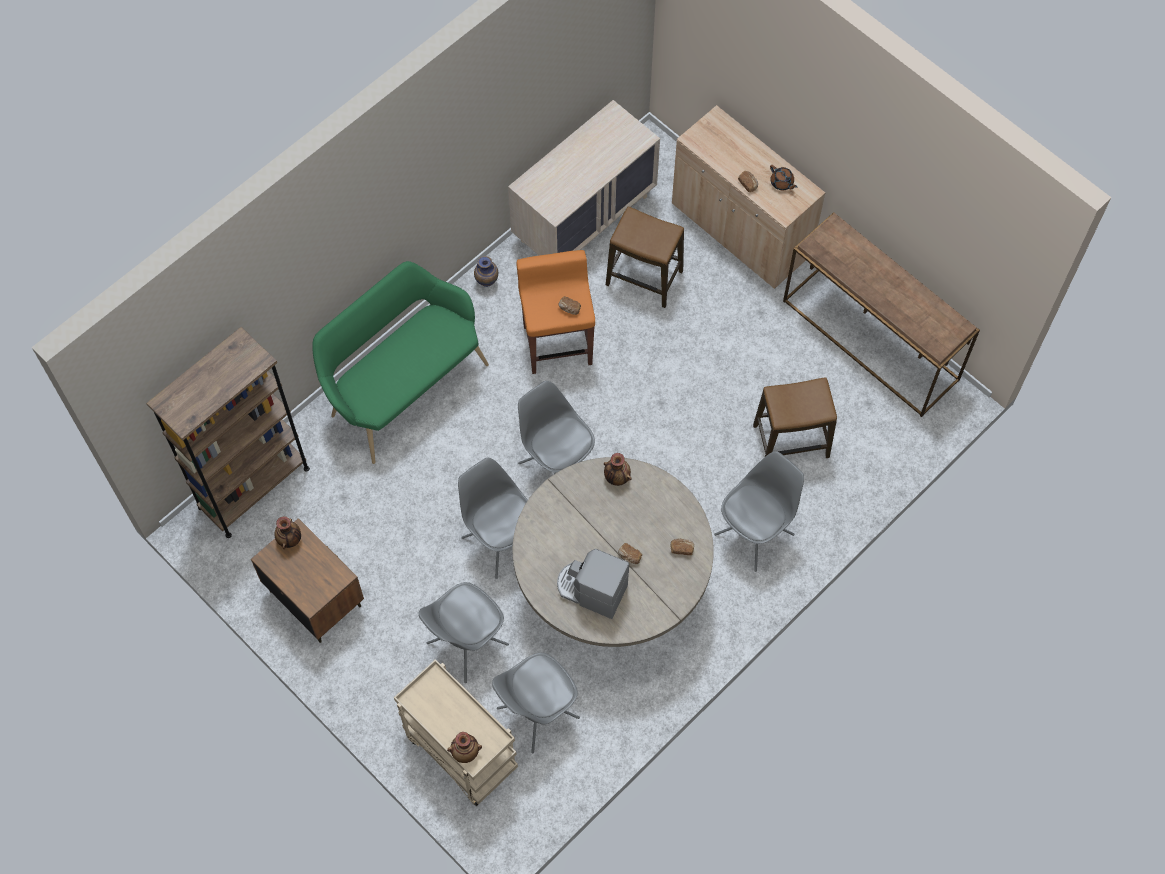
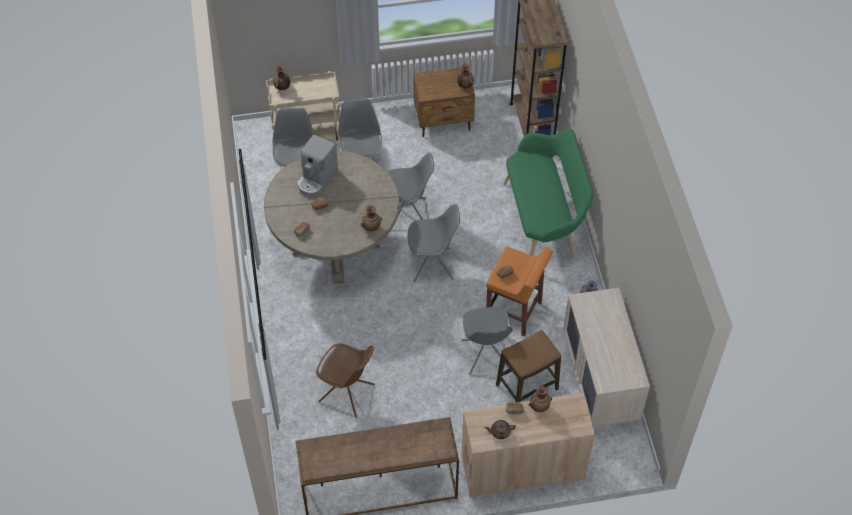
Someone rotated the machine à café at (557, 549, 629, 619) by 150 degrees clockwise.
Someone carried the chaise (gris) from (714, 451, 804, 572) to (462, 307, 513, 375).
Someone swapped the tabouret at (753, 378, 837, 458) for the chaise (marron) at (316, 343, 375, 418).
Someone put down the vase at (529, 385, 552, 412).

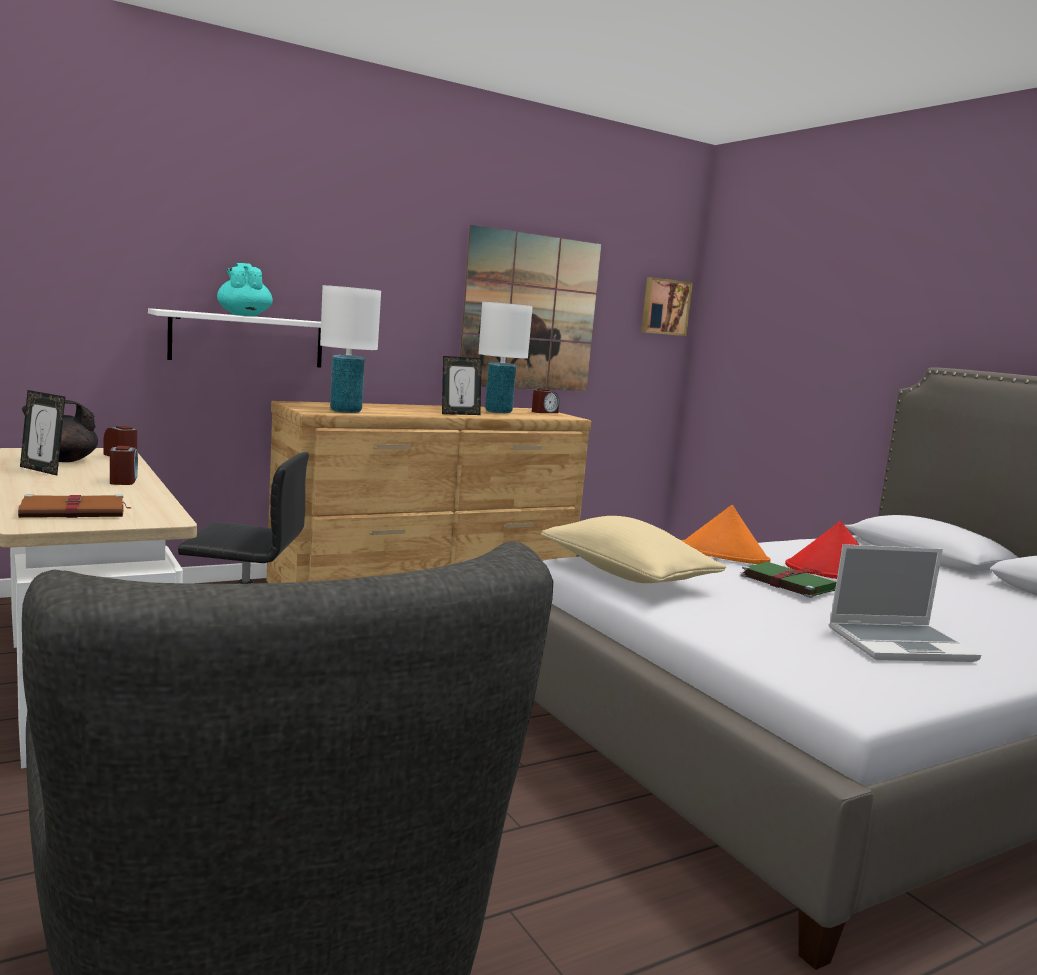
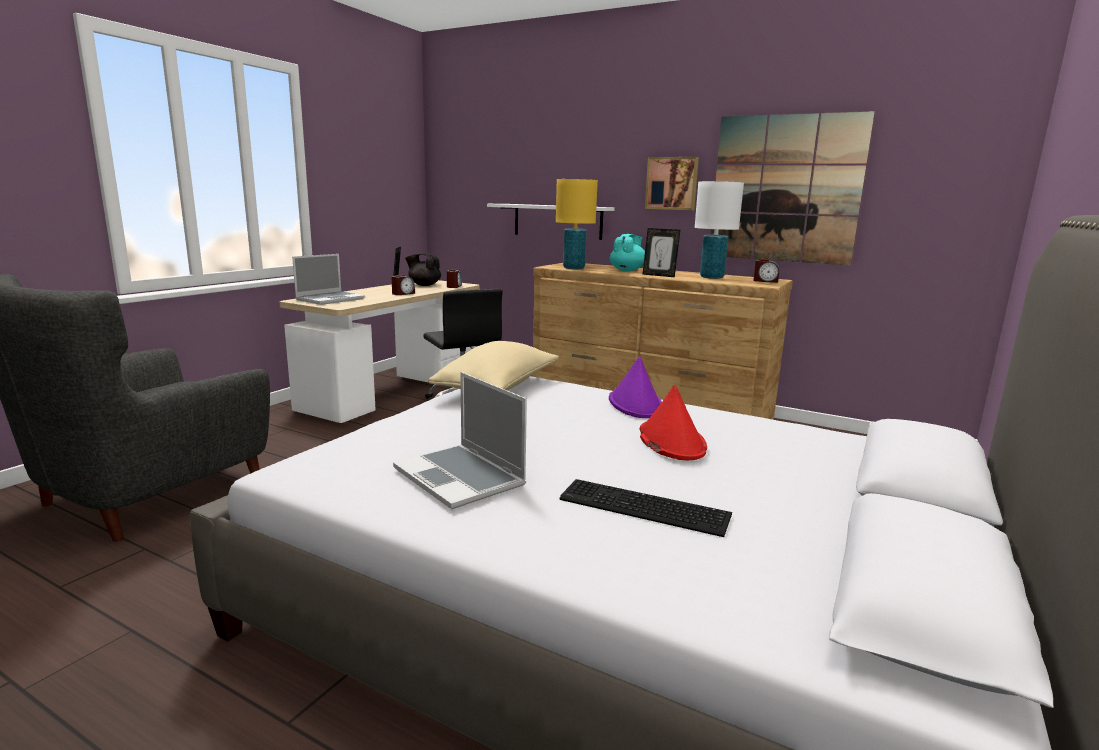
Someone swapped the livre (marron) at (18, 494, 133, 518) for the ordinateur portable at (292, 254, 365, 305).
Someone carried the théière (turquoise) from (217, 263, 273, 316) to (610, 234, 645, 271).
Someone repainted the lampe de table (blanc) at (320, 285, 381, 413), which became the lampe de table (jaune) at (556, 179, 598, 269).
Someone carried the tableau from (641, 277, 693, 336) to (645, 157, 699, 210).
Someone repainted the chapeau (orange) at (681, 505, 771, 564), which became the chapeau (violet) at (609, 356, 662, 418).
Someone took away the livre (vert) at (741, 562, 836, 598).
Someone put down the clavier at (560, 479, 732, 537).

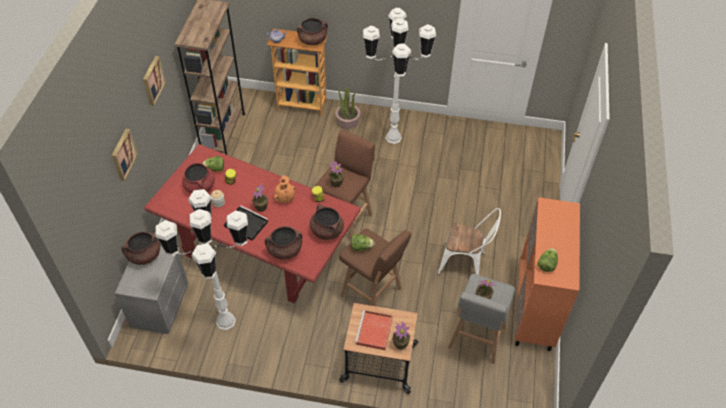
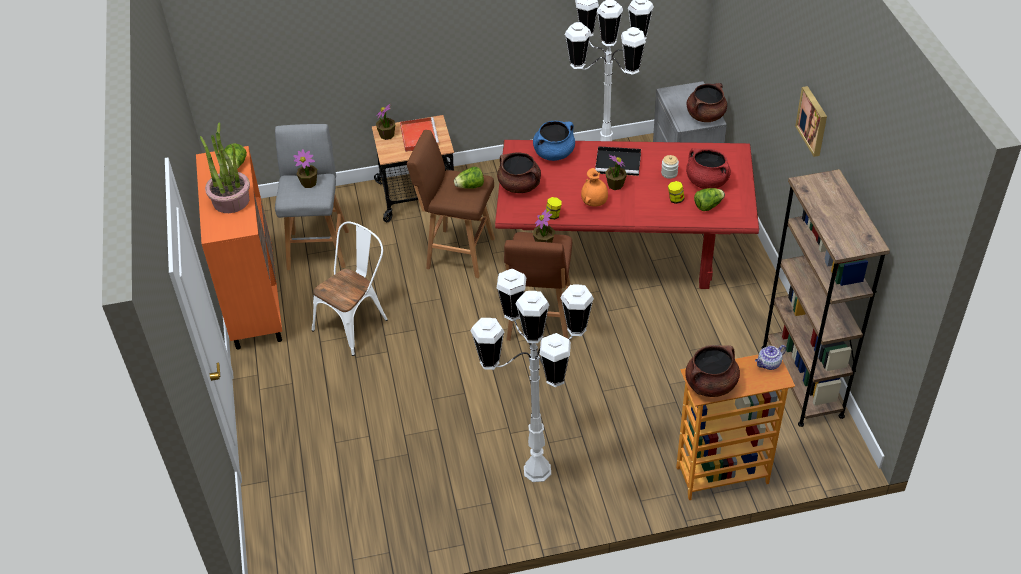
Someone took away the tableau at (111, 129, 138, 181).
Someone repainted the marmite (marron) at (264, 226, 302, 260), which became the marmite (bleu) at (533, 121, 575, 161).
Someone carried the plante en pot from (335, 87, 361, 129) to (200, 122, 250, 213).
Someone rotated the chaise (blanc) at (437, 208, 501, 275) by 135 degrees clockwise.

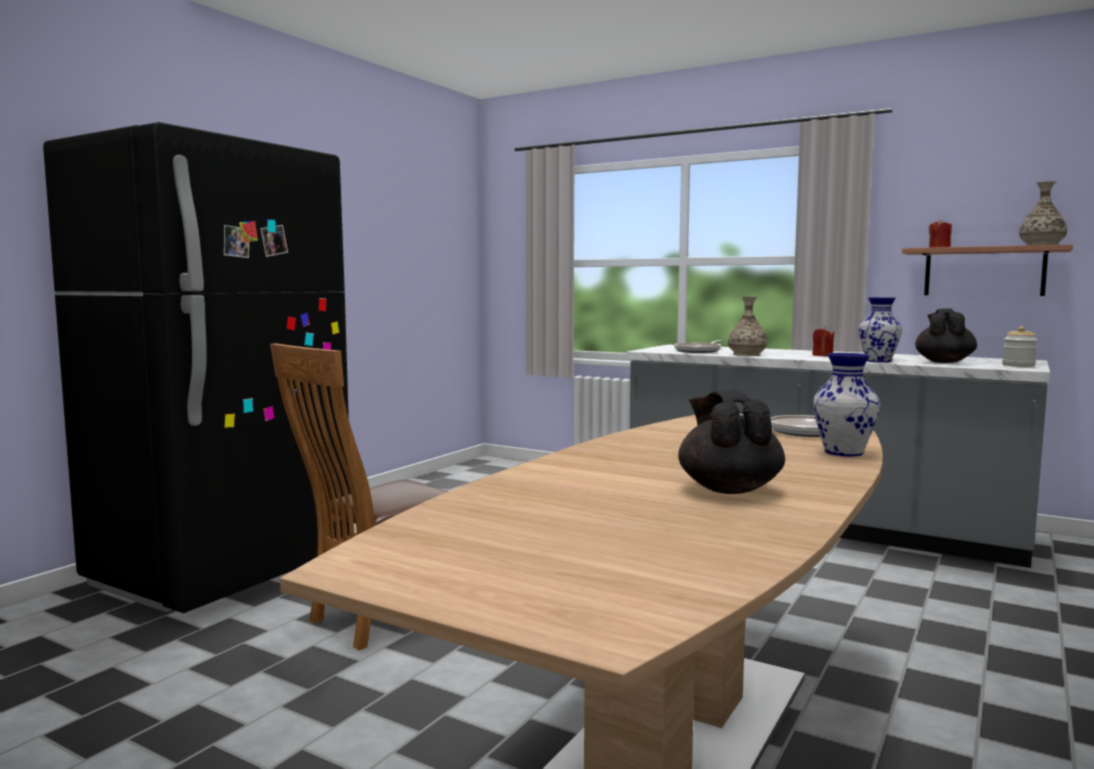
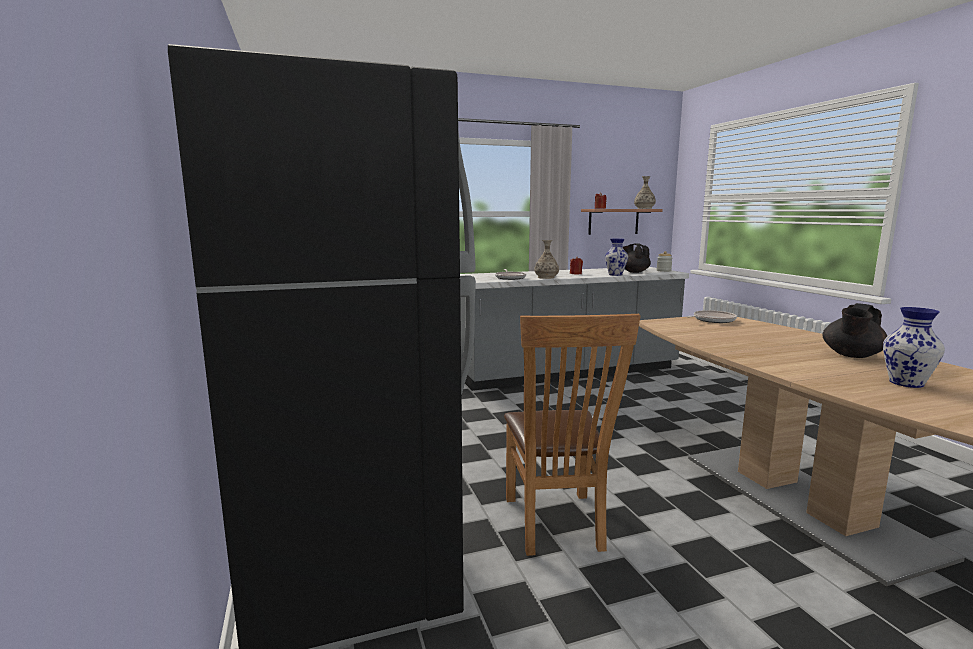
Someone rotated the théière (noir) at (678, 390, 785, 494) by 75 degrees counterclockwise.
Someone carried the vase from (813, 353, 880, 456) to (883, 307, 945, 388).

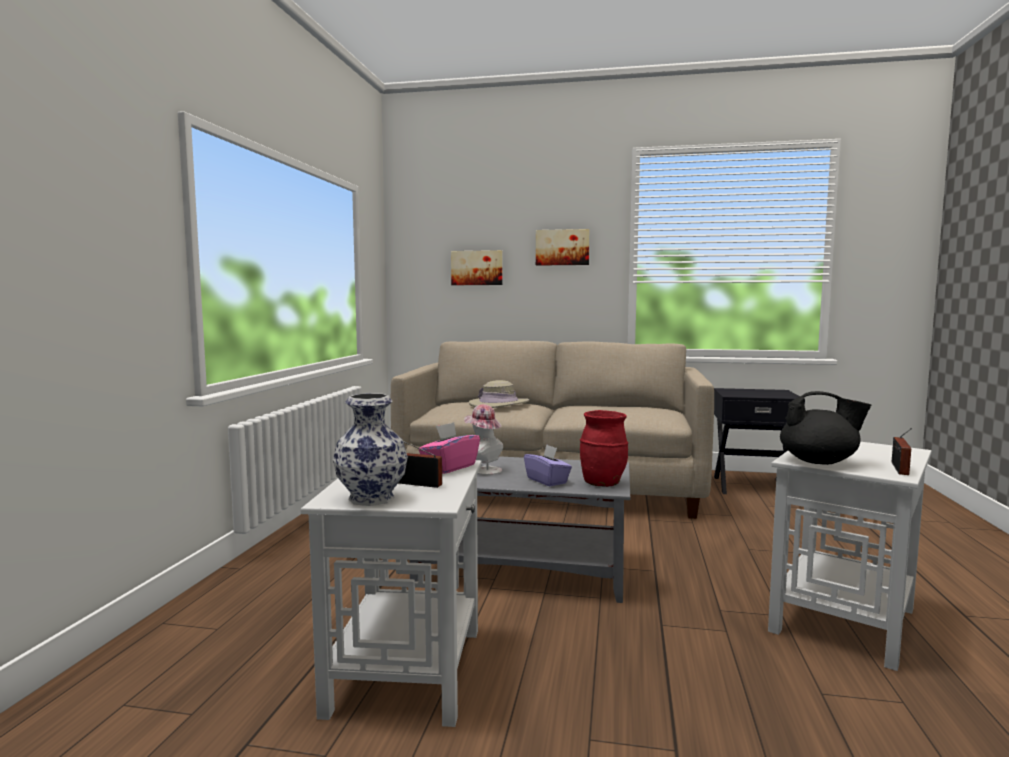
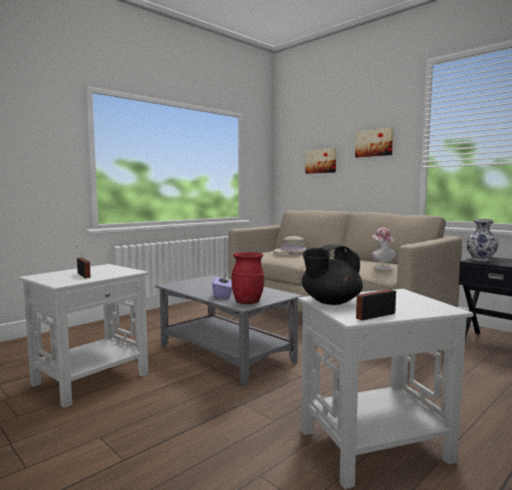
Someone carried the vase from (333, 393, 408, 506) to (466, 219, 499, 261).
Someone took away the boîte à mouchoirs (rose) at (418, 422, 480, 474).
Someone carried the chapeau from (464, 404, 503, 475) to (372, 228, 396, 270).
Someone rotated the théière (noir) at (780, 391, 871, 465) by 90 degrees clockwise.

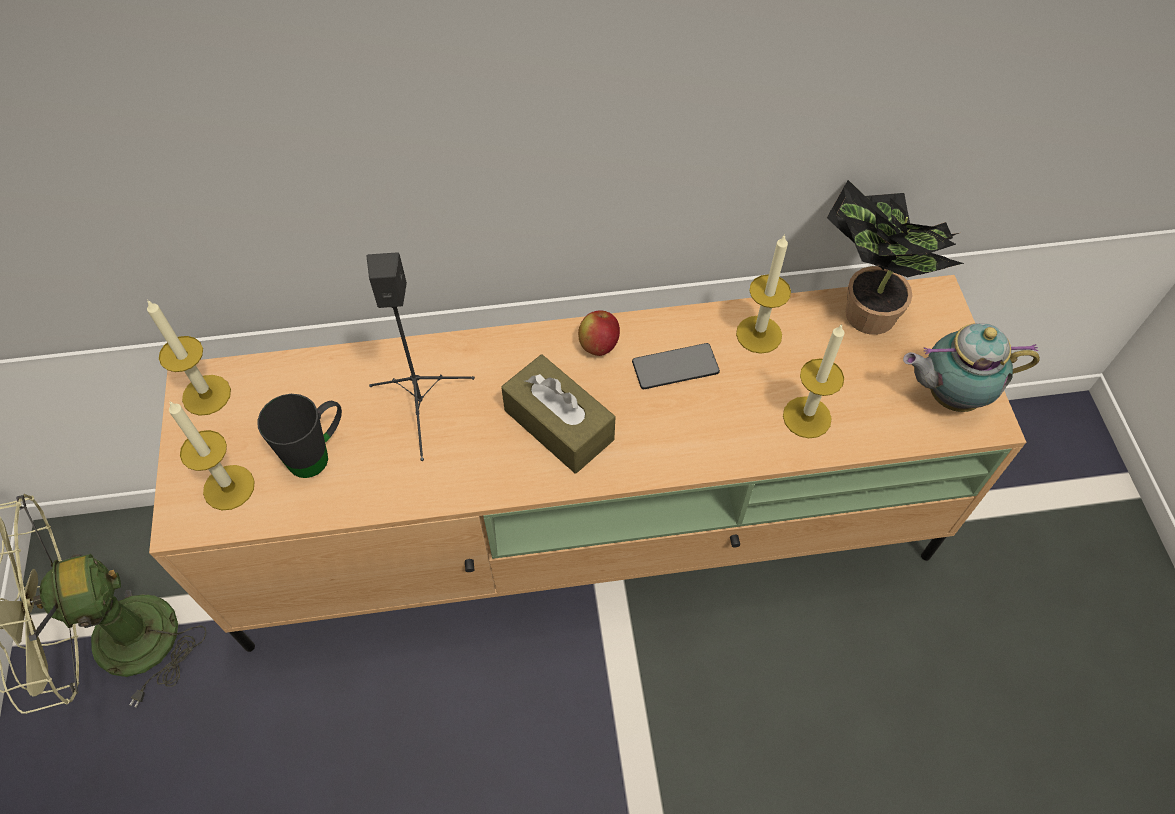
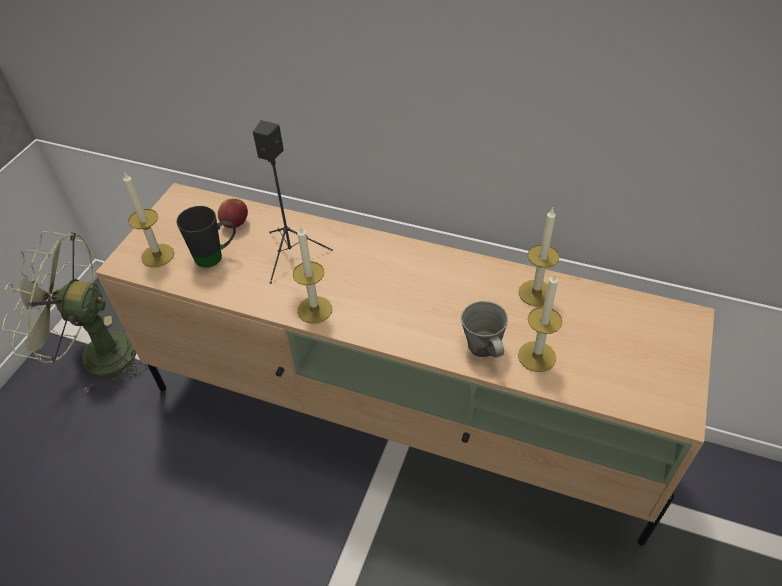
Someone carried the bougie from (147, 299, 231, 416) to (293, 225, 332, 324).
Someone took away the boîte à mouchoirs (marron) at (501, 355, 615, 473).
Someone carried the pomme from (578, 310, 620, 356) to (218, 199, 248, 228).
Someone took away the téléphone at (632, 343, 720, 389).
Someone took away the plante en pot at (827, 180, 964, 335).
Someone took away the théière at (903, 323, 1040, 412).
Someone put down the mug (gris) at (461, 301, 508, 357).

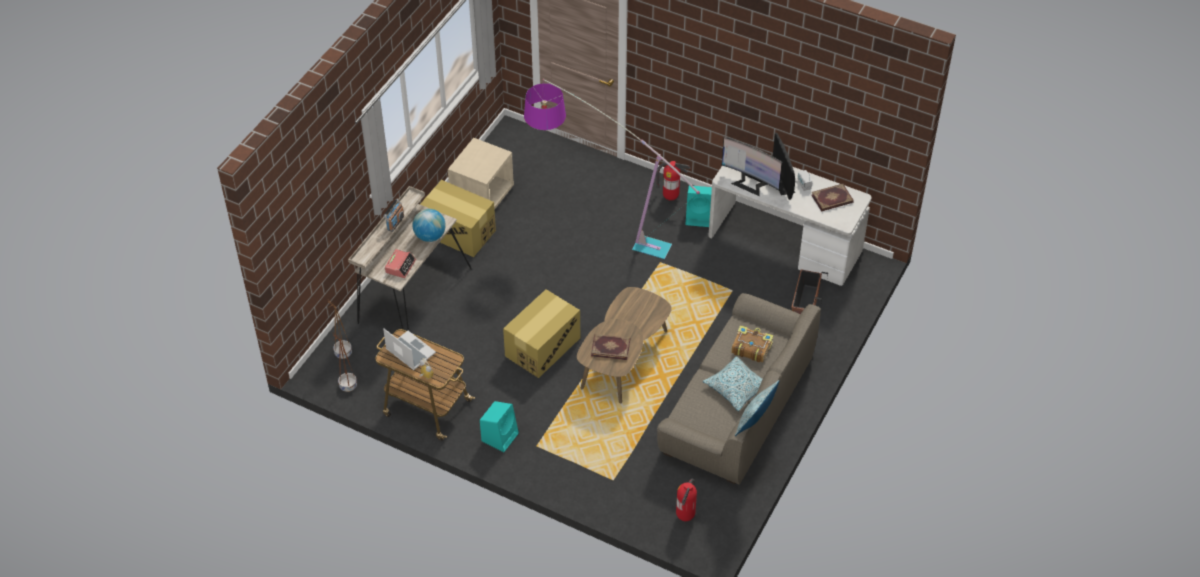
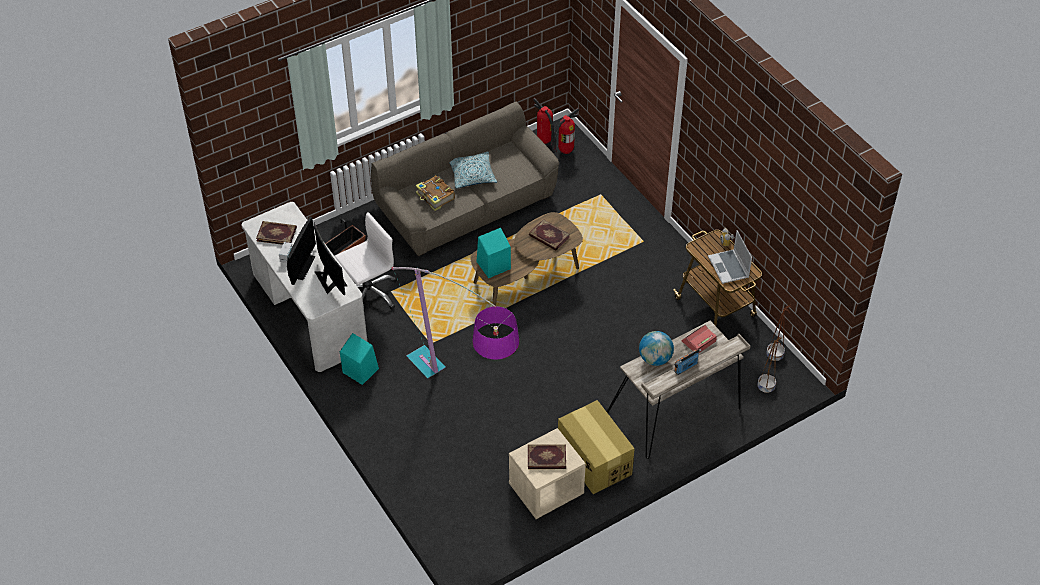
Someone carried the enceinte (turquoise) from (480, 401, 519, 452) to (477, 228, 511, 278).
Someone took away the carton at (503, 289, 580, 378).
Someone carried the extincteur from (656, 161, 691, 201) to (533, 98, 554, 145).
Someone took away the coussin at (735, 380, 779, 436).
Someone put down the chaise de bureau (blanc) at (335, 212, 397, 310).
Someone put down the livre at (528, 444, 566, 469).

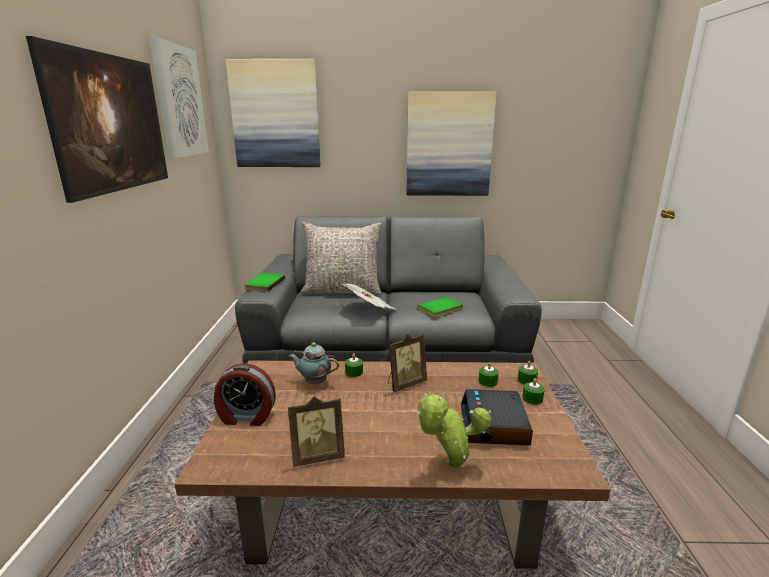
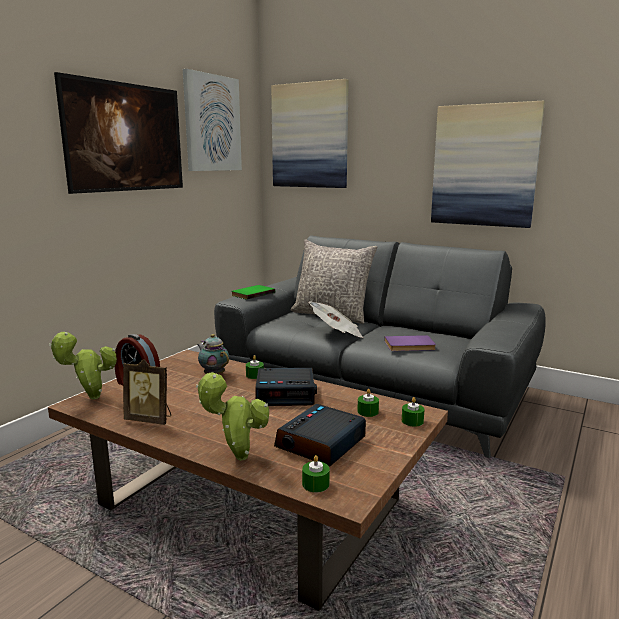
Someone swapped the cadre photo at (388, 334, 427, 392) for the réveil at (255, 368, 317, 406).
Someone repainted the livre (vert) at (418, 297, 464, 318), which became the livre (violet) at (384, 335, 436, 351).
Someone carried the bougie (vert) from (522, 378, 545, 405) to (302, 455, 330, 493).
Someone put down the plante en pot at (49, 332, 117, 399).

